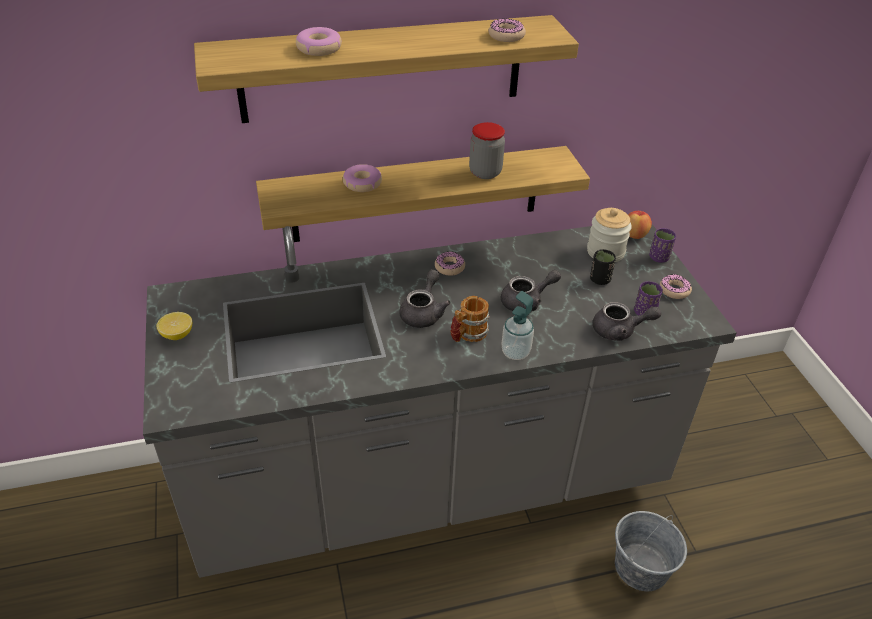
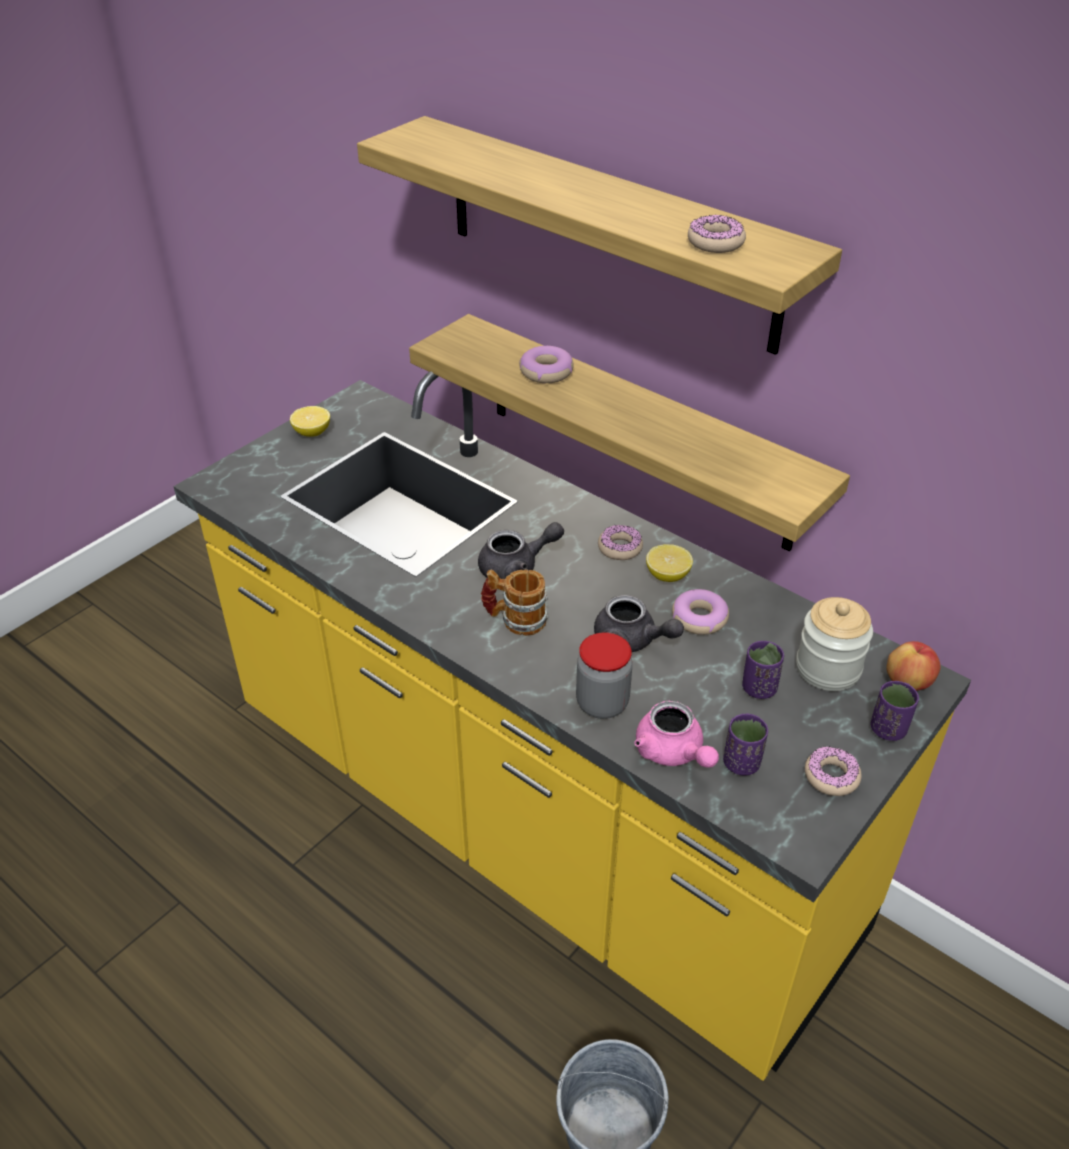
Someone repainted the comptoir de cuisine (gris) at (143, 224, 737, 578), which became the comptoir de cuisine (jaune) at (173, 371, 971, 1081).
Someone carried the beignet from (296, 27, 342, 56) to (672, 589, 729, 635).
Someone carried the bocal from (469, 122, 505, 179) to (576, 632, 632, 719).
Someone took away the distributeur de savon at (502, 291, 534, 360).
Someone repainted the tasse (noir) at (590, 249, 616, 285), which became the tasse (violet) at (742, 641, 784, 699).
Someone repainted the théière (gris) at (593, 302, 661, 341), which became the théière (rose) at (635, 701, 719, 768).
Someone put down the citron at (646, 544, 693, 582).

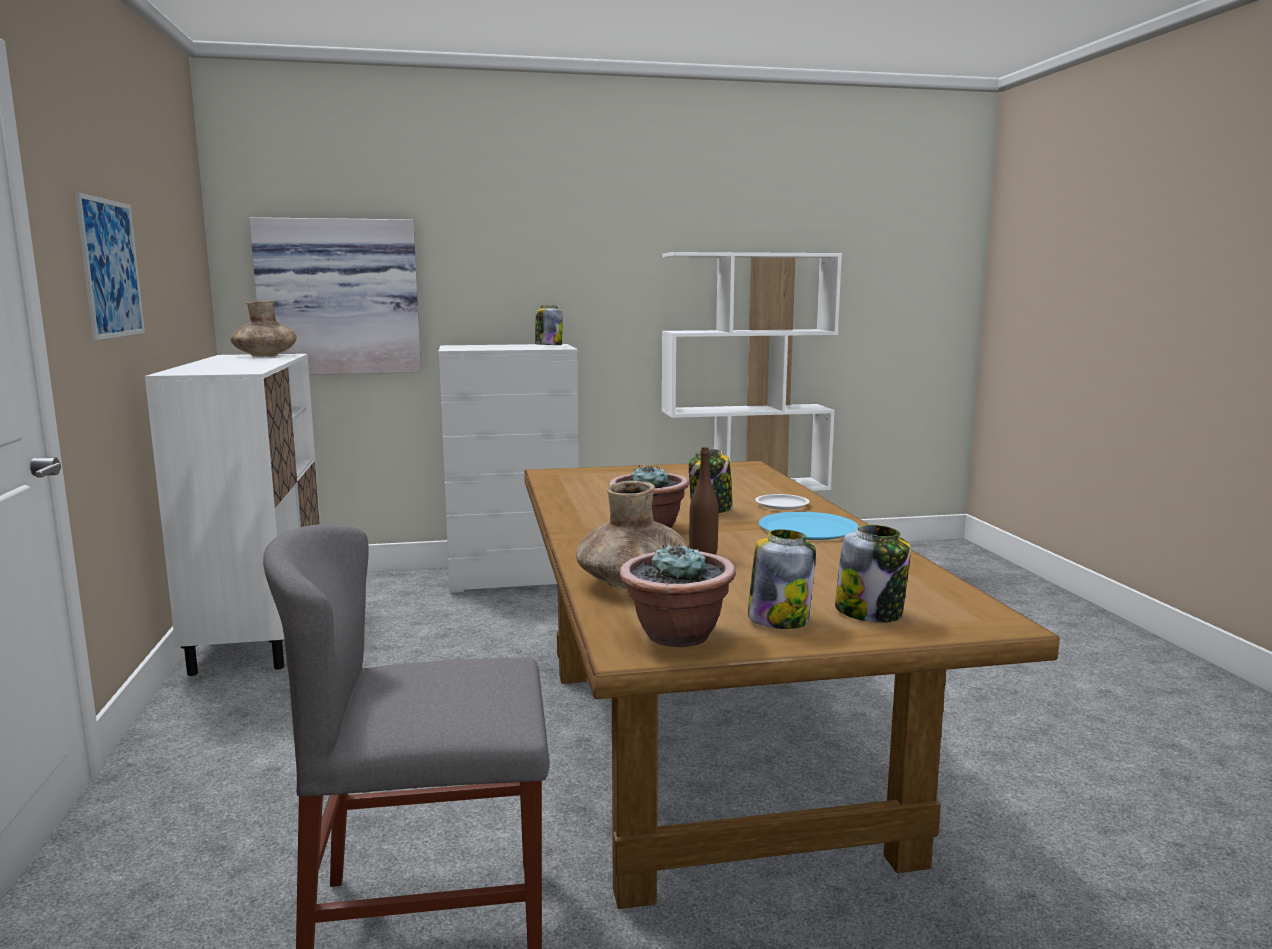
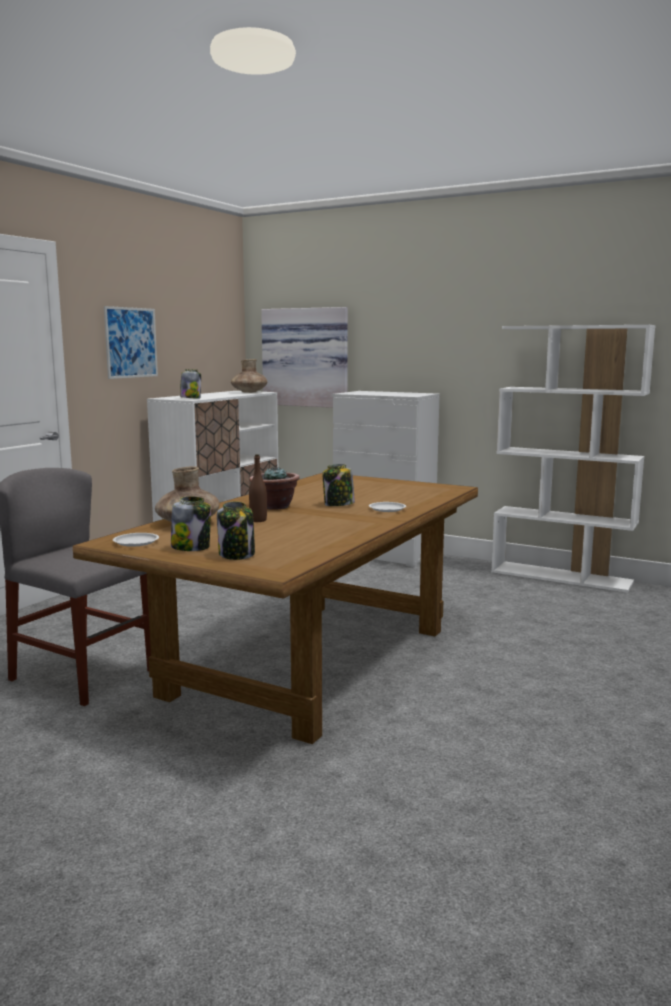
Someone carried the bocal from (535, 305, 562, 345) to (180, 369, 201, 399).
Someone swapped the plante en pot at (620, 543, 736, 647) for the assiette (blanc) at (113, 533, 159, 547).
Someone took away the assiette (bleu) at (759, 512, 859, 540).

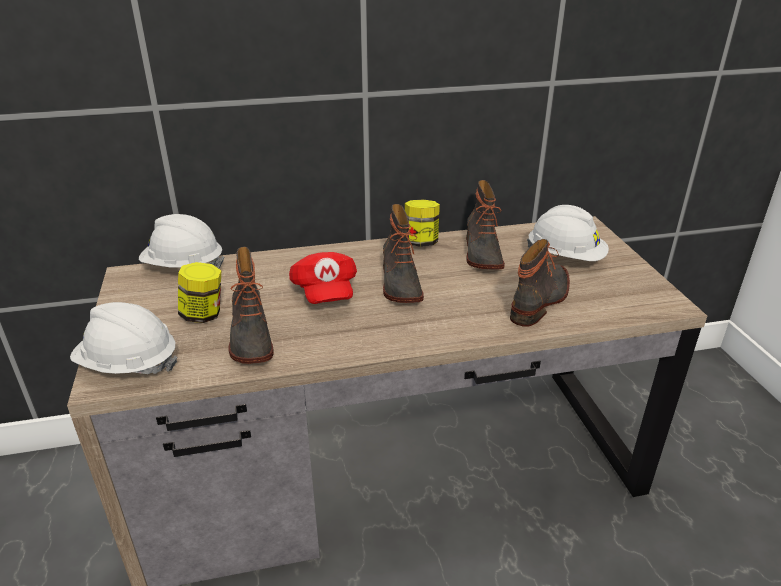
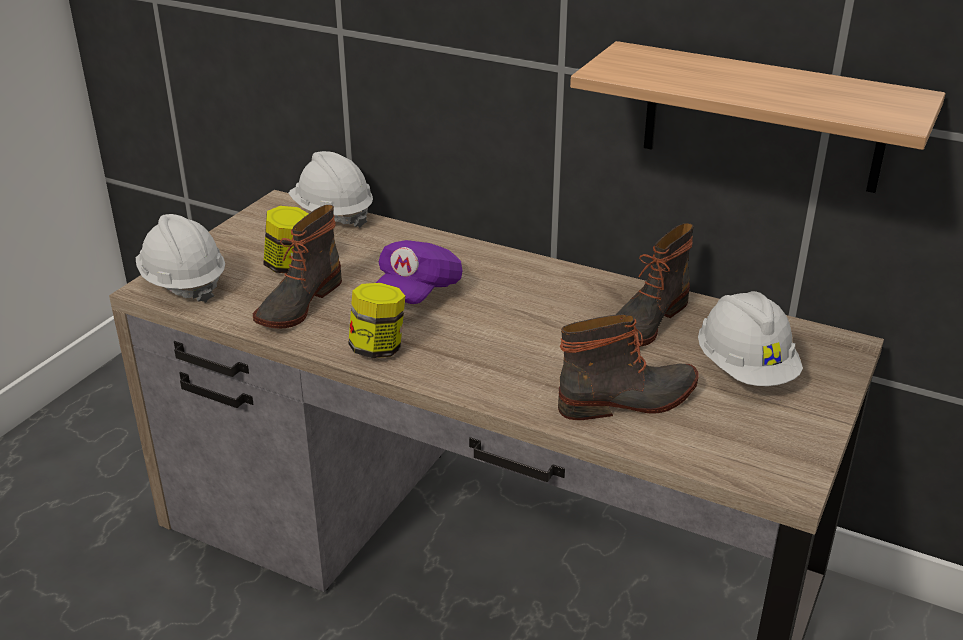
Someone repainted the casquette (rouge) at (289, 252, 357, 304), which became the casquette (violet) at (376, 240, 463, 304).
Someone took away the botte at (383, 204, 424, 303).
Someone carried the bocal from (405, 199, 440, 247) to (348, 283, 405, 358).
Someone put up the étagère at (570, 41, 945, 193).

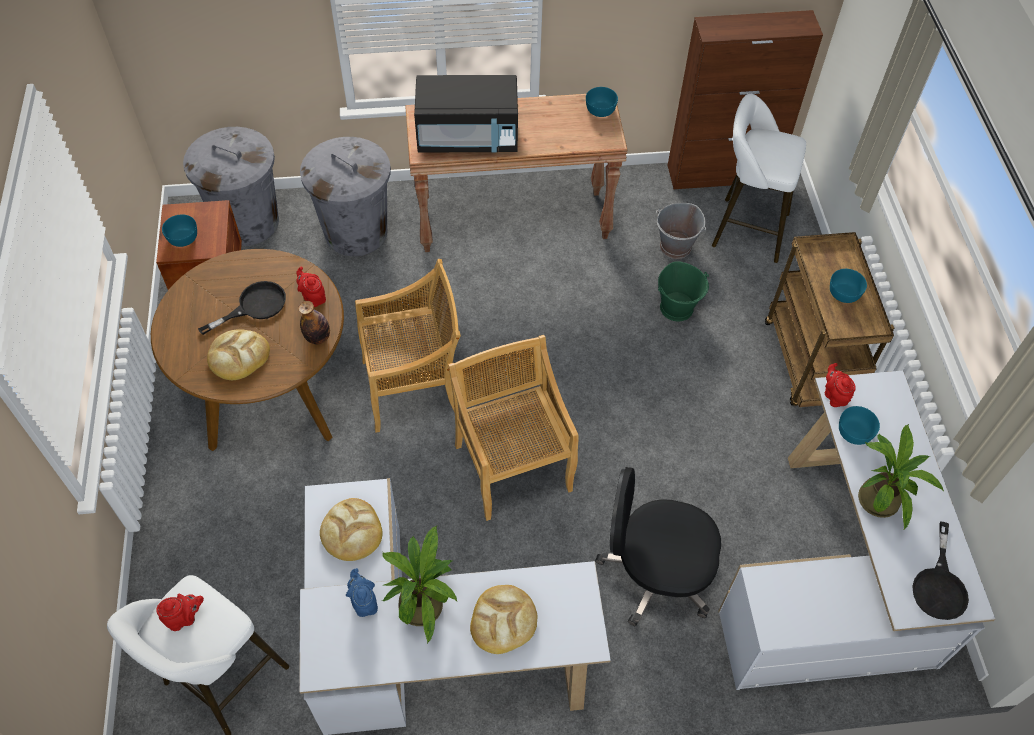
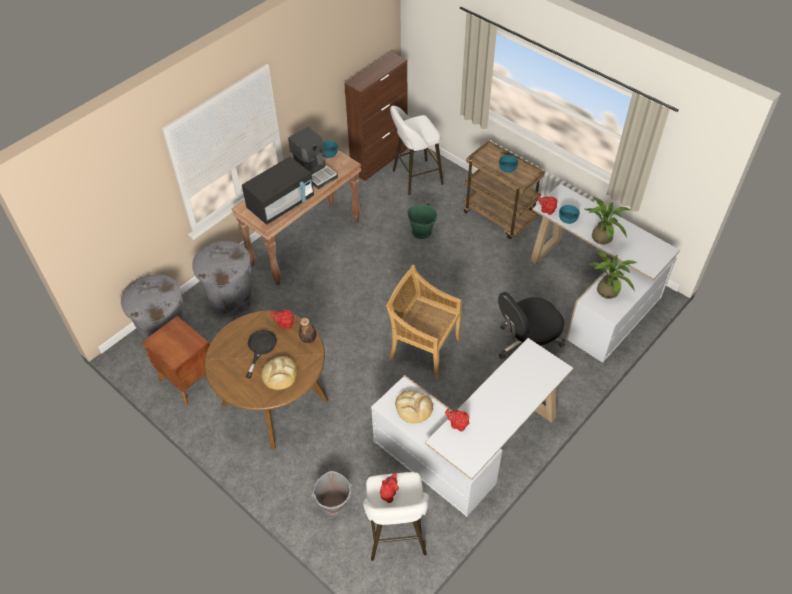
Someone took away the bol (turquoise) at (162, 214, 197, 247).
Someone repainted the théière (bleu) at (346, 568, 378, 617), which became the théière (rouge) at (445, 409, 469, 432).
Someone took away the chaise (beige) at (355, 259, 461, 433).
Someone carried the plante en pot from (382, 526, 457, 643) to (587, 250, 637, 299).
Someone took away the pain at (470, 585, 538, 654).
Someone carried the seau (gris) from (656, 203, 706, 259) to (312, 471, 352, 515).
Someone took away the poêle (noir) at (912, 522, 969, 620).
Someone put down the machine à café at (288, 127, 338, 189).

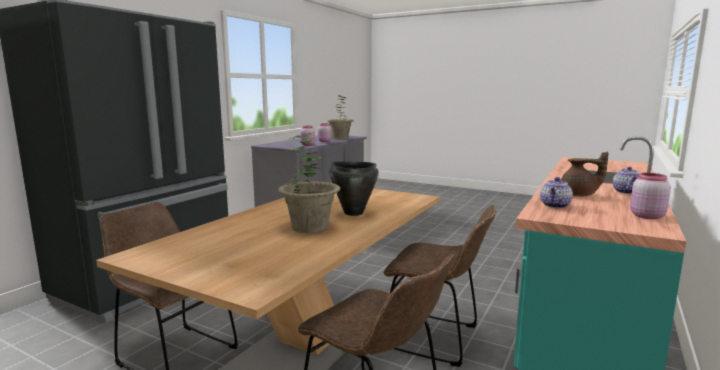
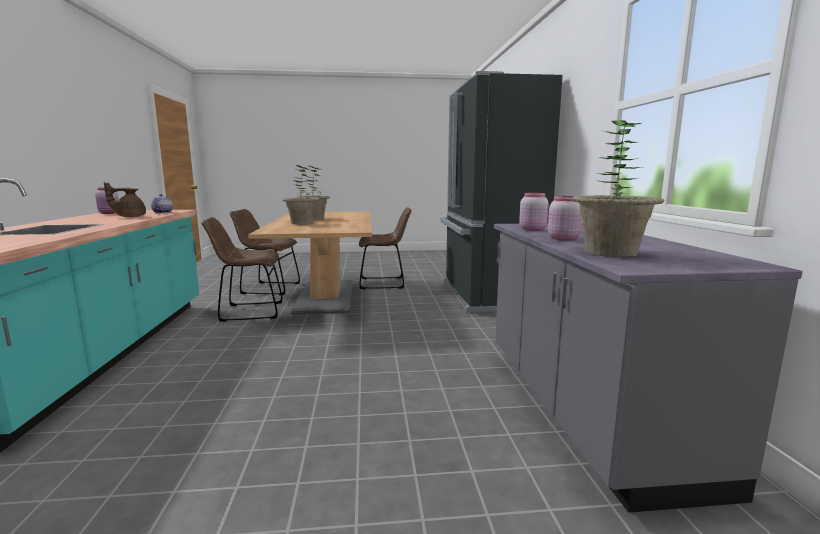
Someone swapped the marmite (noir) at (329, 162, 379, 216) for the plante en pot at (282, 165, 320, 225).
Someone took away the théière at (613, 167, 640, 194).

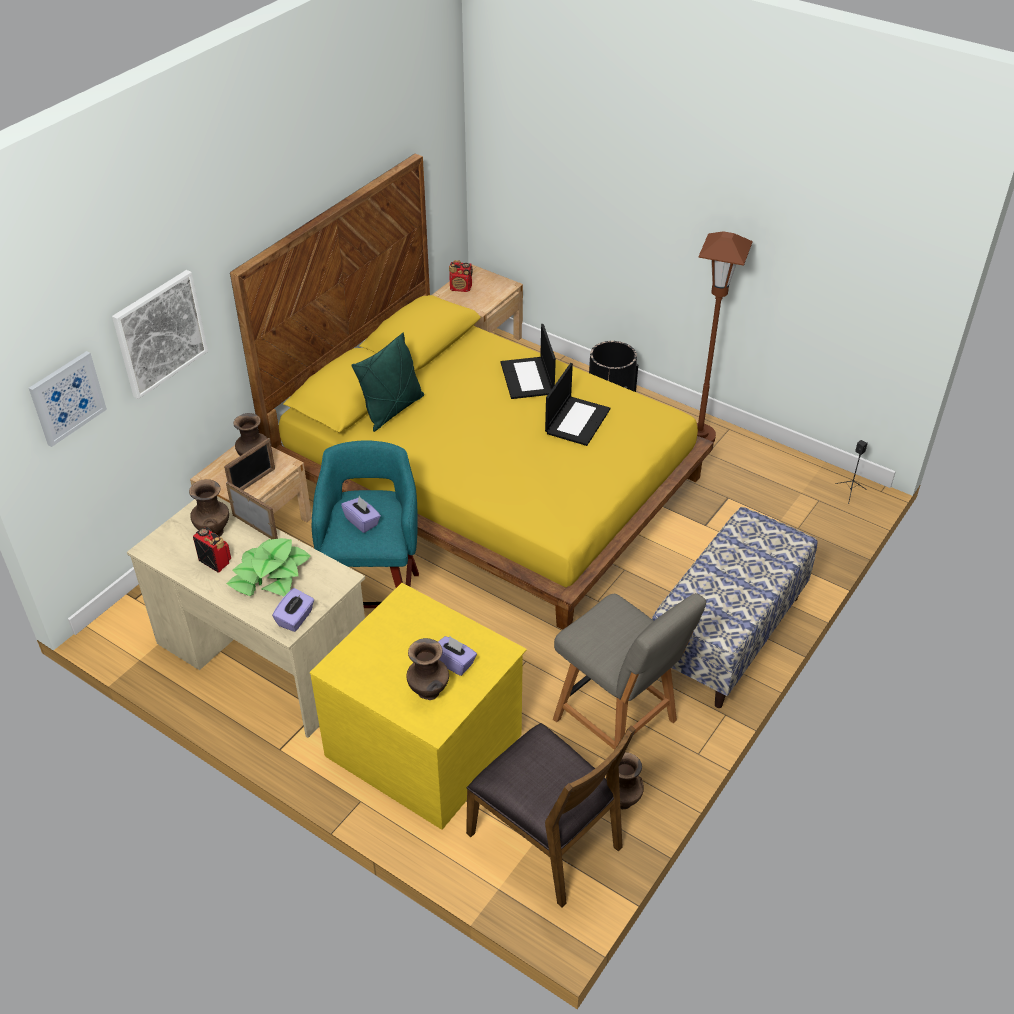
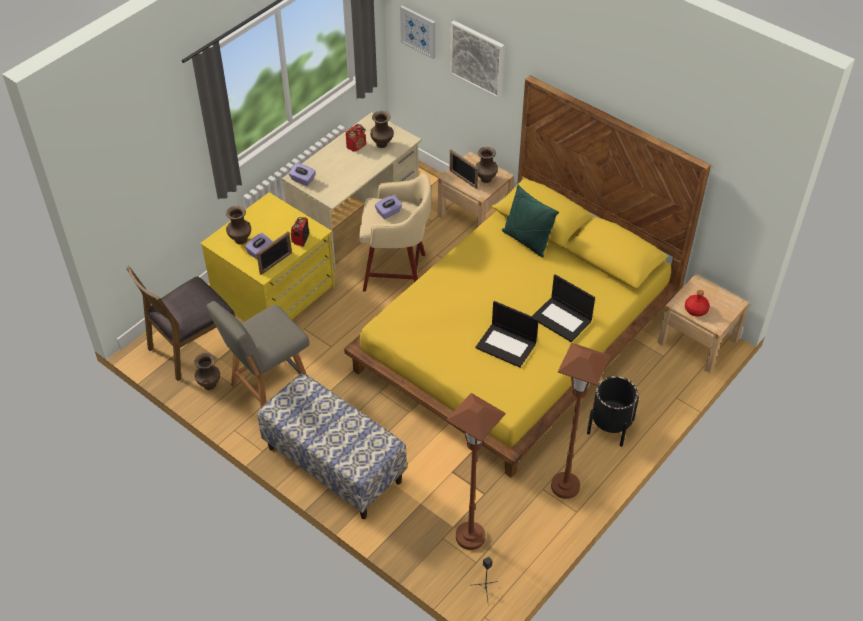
Someone carried the cadre photo from (226, 482, 278, 539) to (257, 231, 292, 275).
Someone took away the plante en pot at (227, 538, 310, 596).
Someone repainted the tabouret (turquoise) at (312, 440, 419, 608), which became the tabouret (beige) at (359, 173, 431, 292).
Someone carried the radio from (449, 260, 472, 292) to (291, 217, 309, 247).
Someone rotated the ordinateur portable at (501, 324, 556, 399) by 135 degrees counterclockwise.
Someone put down the lampadaire (marron) at (446, 393, 506, 550).
Someone put down the bouteille (rouge) at (685, 290, 710, 317).

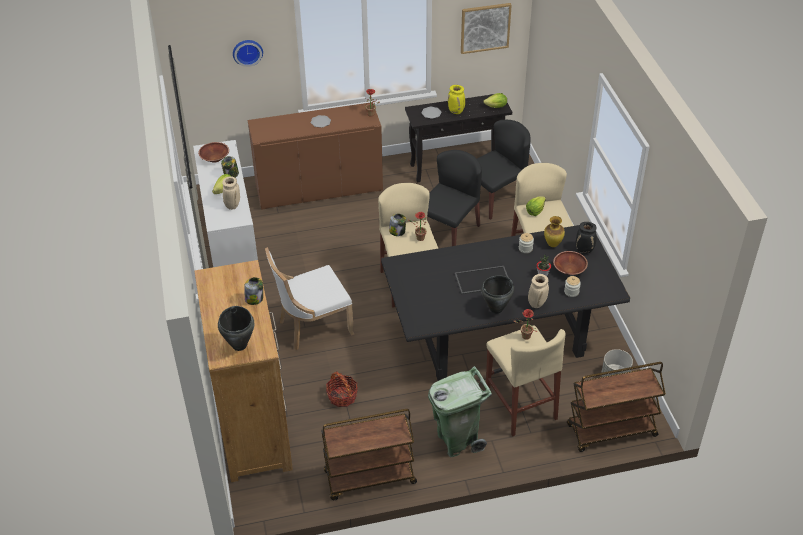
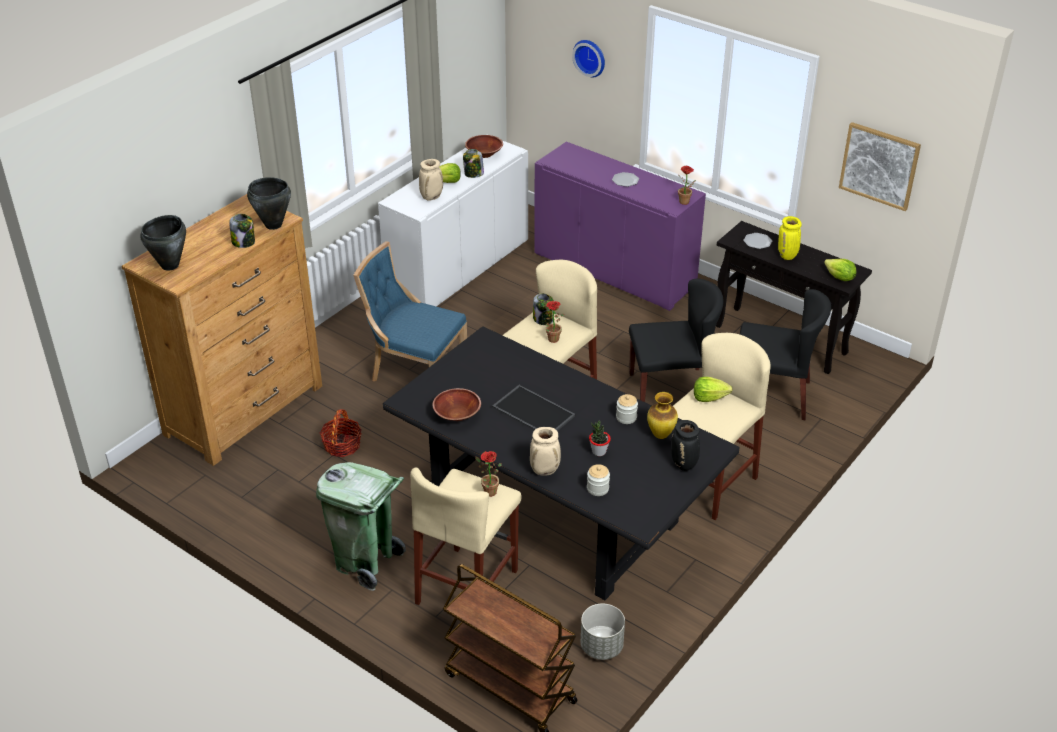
Someone repainted the meuble de rangement (marron) at (248, 102, 383, 210), which became the meuble de rangement (violet) at (534, 142, 706, 311).
Someone repainted the chaise (blanc) at (265, 247, 354, 350), which became the chaise (bleu) at (353, 241, 467, 381).
Someone took away the chariot (marron) at (321, 409, 417, 500).
Someone carried the marmite (noir) from (481, 275, 514, 314) to (247, 177, 291, 230).
Someone carried the bol (marron) from (553, 251, 588, 275) to (432, 388, 481, 421).

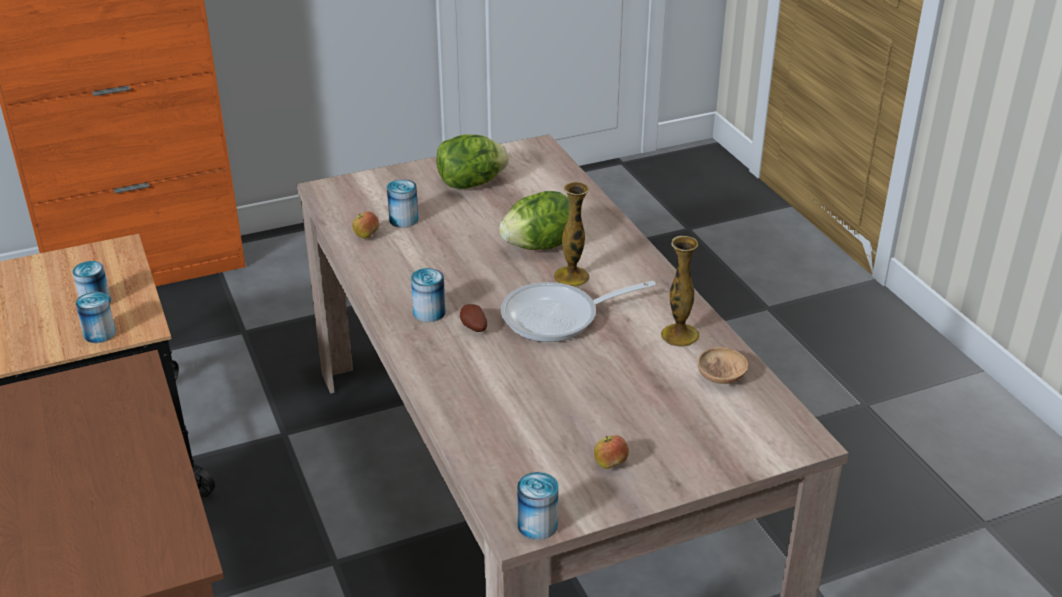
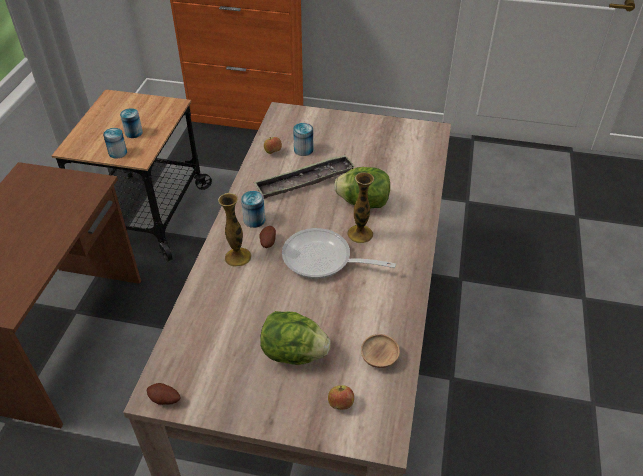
Someone carried the laitue from (437, 134, 509, 189) to (261, 311, 331, 365).
Someone swapped the boîte métallique at (517, 472, 558, 540) for the pomme de terre at (147, 383, 181, 405).
Someone carried the pomme from (594, 435, 629, 469) to (328, 385, 354, 410).
Someone carried the vase from (661, 236, 699, 347) to (218, 193, 252, 267).
Someone put down the plateau at (253, 154, 356, 199).

